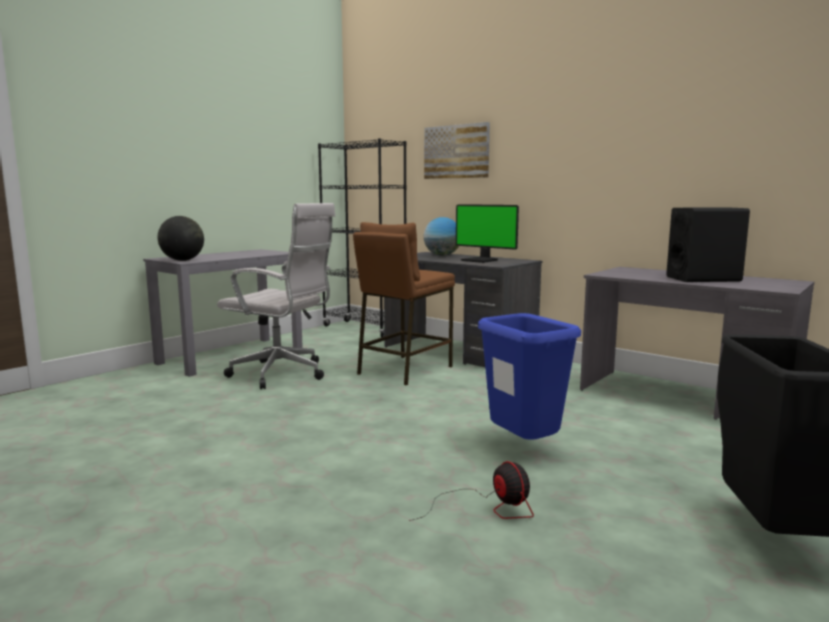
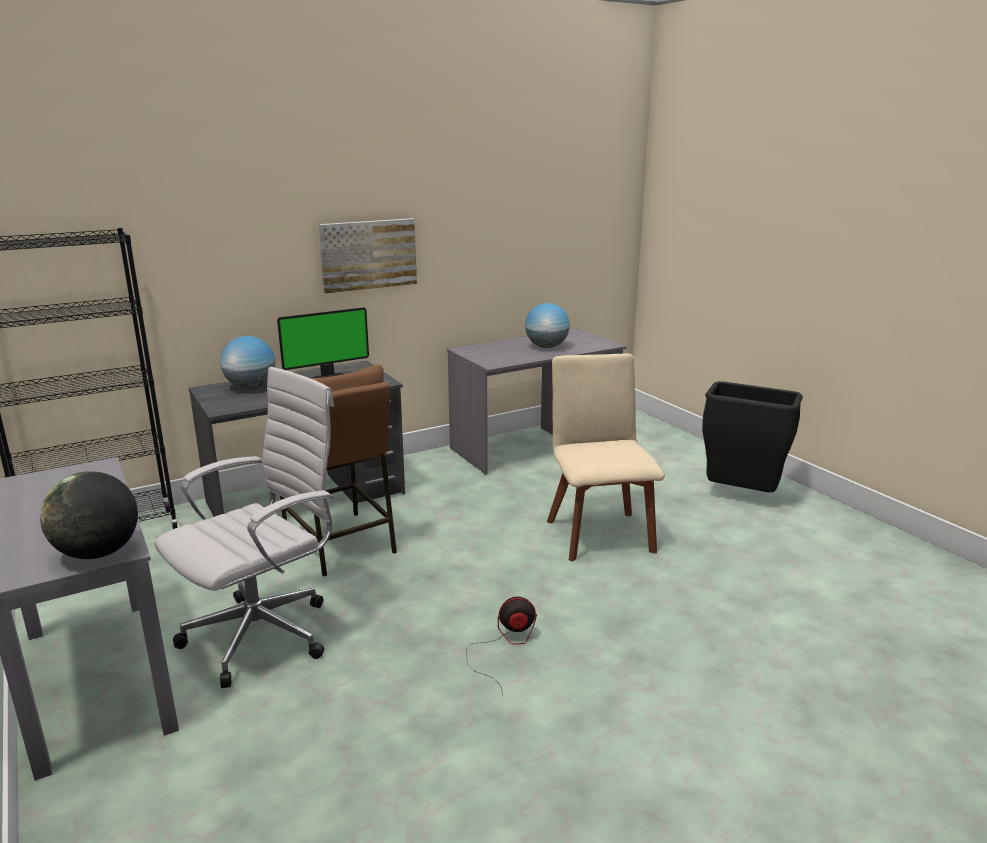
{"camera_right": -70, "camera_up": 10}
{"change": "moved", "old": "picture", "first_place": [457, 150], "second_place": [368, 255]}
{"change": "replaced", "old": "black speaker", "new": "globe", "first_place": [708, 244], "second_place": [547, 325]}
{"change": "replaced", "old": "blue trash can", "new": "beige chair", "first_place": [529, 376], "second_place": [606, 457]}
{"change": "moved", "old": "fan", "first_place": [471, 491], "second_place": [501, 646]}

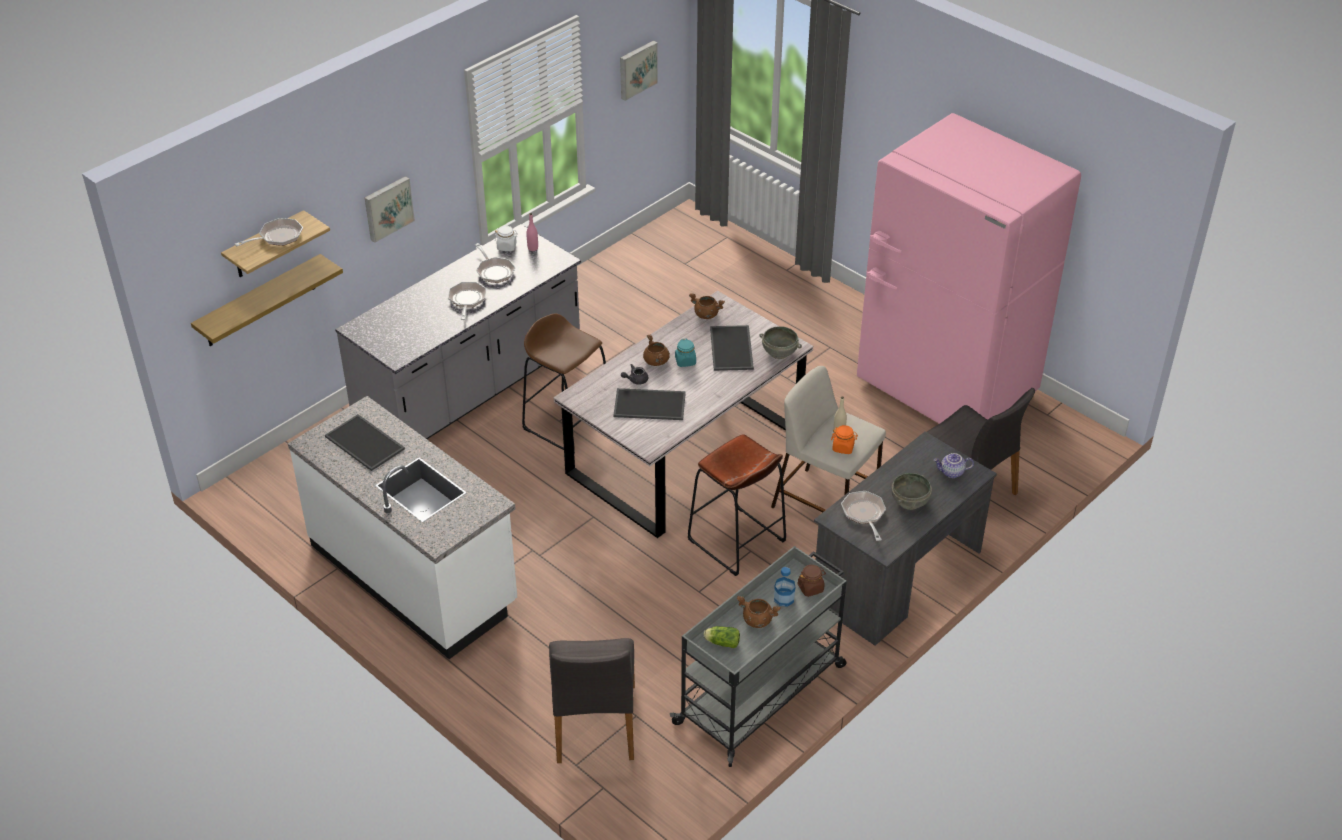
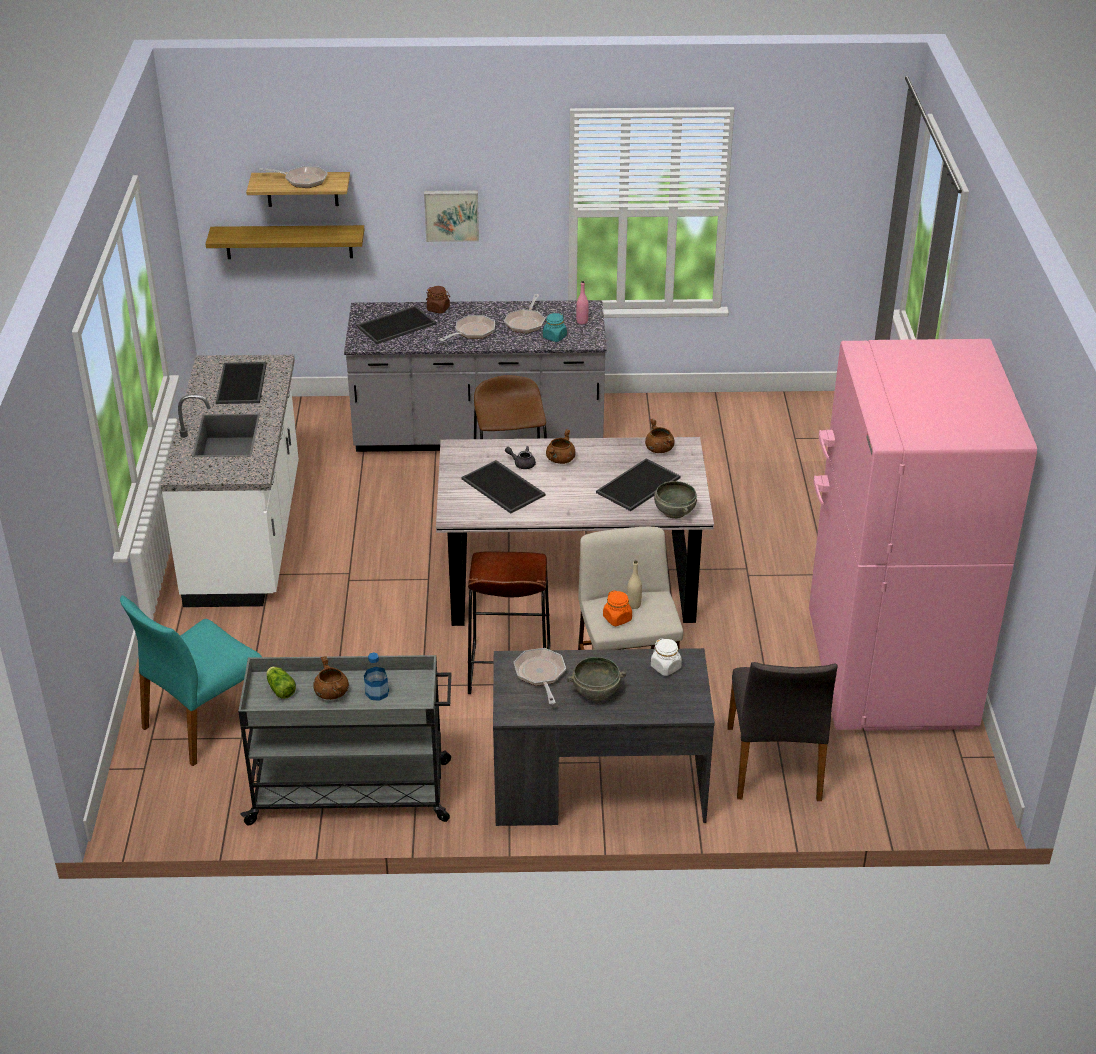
{"camera_right": 45, "camera_up": -5}
{"change": "removed", "old": "picture", "first_place": [639, 71]}
{"change": "moved", "old": "white jar", "first_place": [506, 238], "second_place": [666, 657]}
{"change": "moved", "old": "turquoise jar", "first_place": [685, 353], "second_place": [555, 327]}
{"change": "removed", "old": "teapot", "first_place": [954, 465]}
{"change": "turned", "old": "frying pan", "first_place": [863, 516], "second_place": [540, 676], "degrees": -45}
{"change": "moved", "old": "brown jar", "first_place": [812, 581], "second_place": [438, 299]}
{"change": "recoloured", "old": "grey chair", "new": "turquoise chair", "first_place": [592, 700], "second_place": [191, 680]}
{"change": "added", "new": "tray", "second_place": [396, 324]}

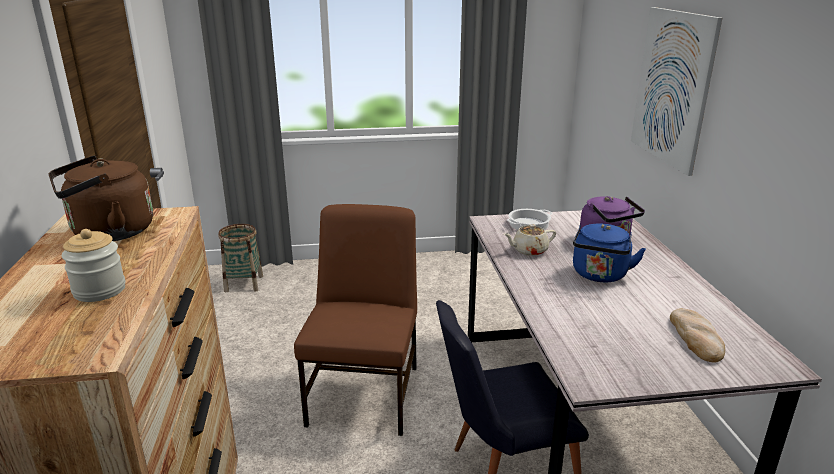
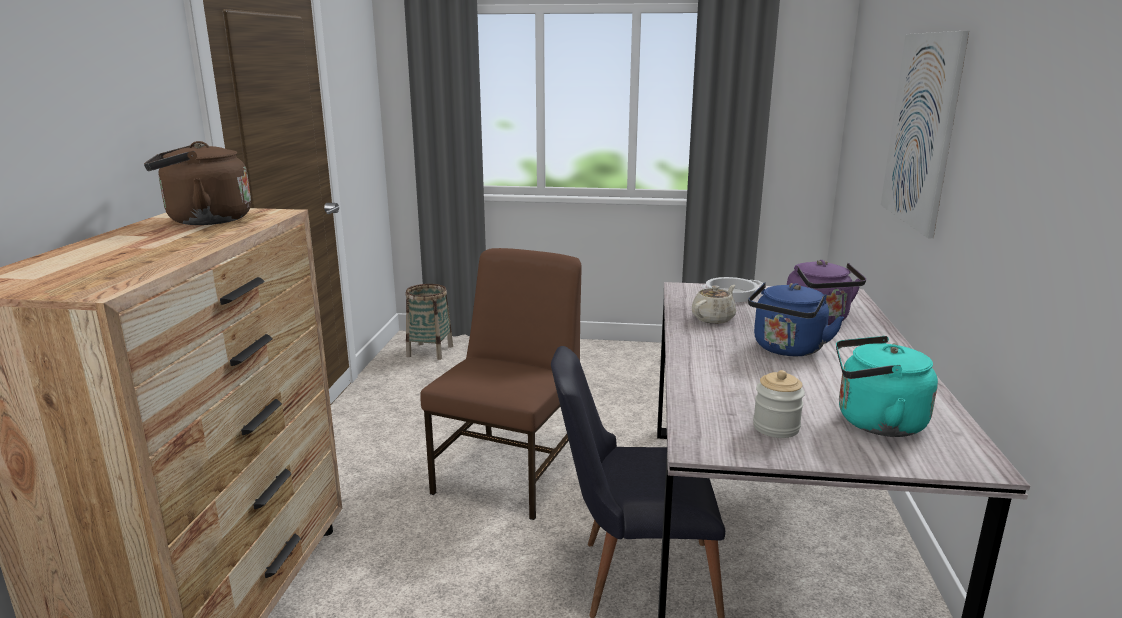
{"camera_right": 15, "camera_up": -5}
{"change": "turned", "old": "beige teapot", "first_place": [530, 240], "second_place": [714, 304], "degrees": 135}
{"change": "moved", "old": "jar", "first_place": [93, 265], "second_place": [779, 404]}
{"change": "replaced", "old": "bread", "new": "turquoise kettle", "first_place": [697, 335], "second_place": [887, 386]}

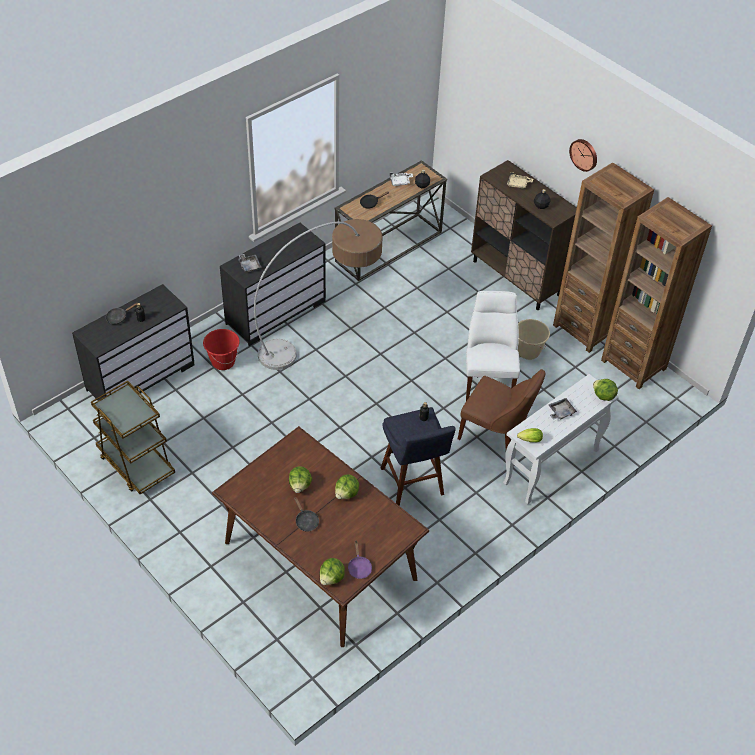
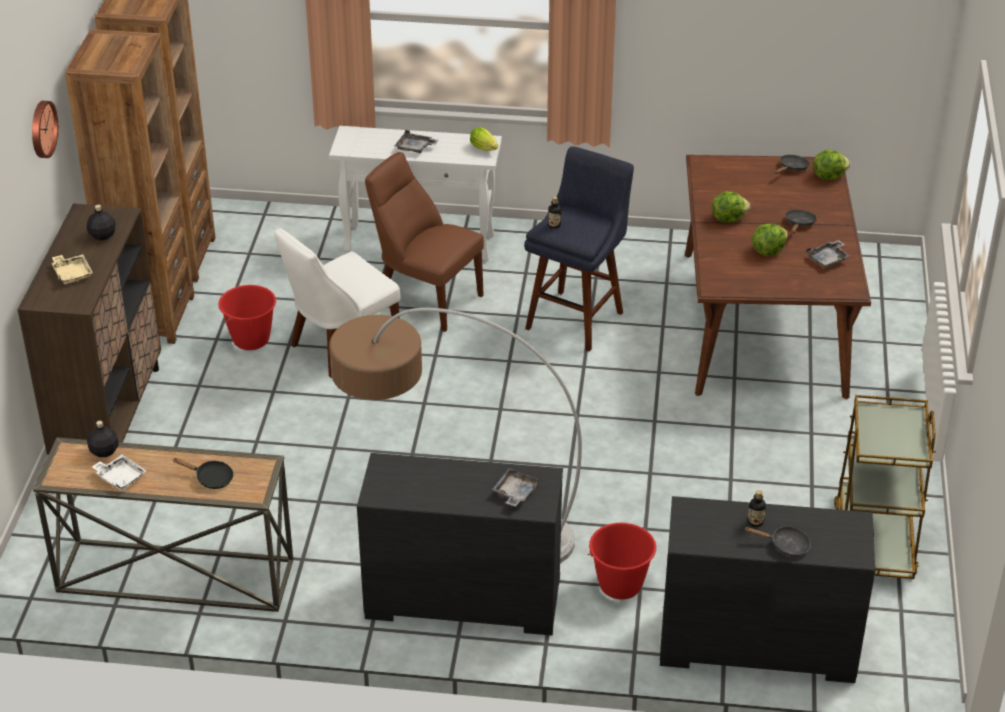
{"camera_right": -130, "camera_up": -10}
{"change": "recoloured", "old": "beige bucket", "new": "red bucket", "first_place": [534, 339], "second_place": [247, 317]}
{"change": "turned", "old": "brown chair", "first_place": [501, 409], "second_place": [424, 242], "degrees": -45}
{"change": "removed", "old": "lettuce", "first_place": [605, 390]}
{"change": "recoloured", "old": "purple frying pan", "new": "black frying pan", "first_place": [360, 560], "second_place": [792, 164]}
{"change": "added", "new": "grey tray", "second_place": [828, 254]}

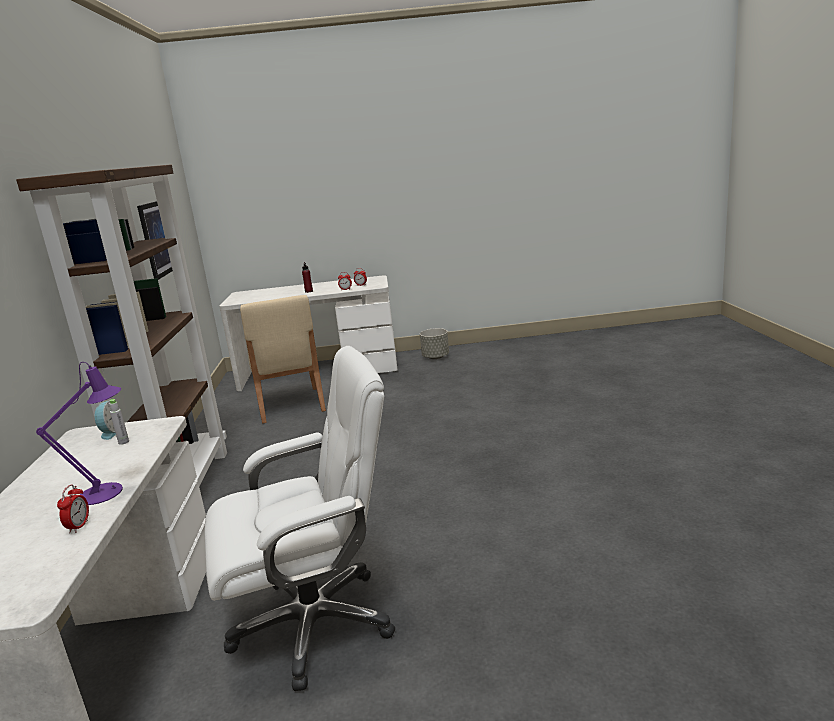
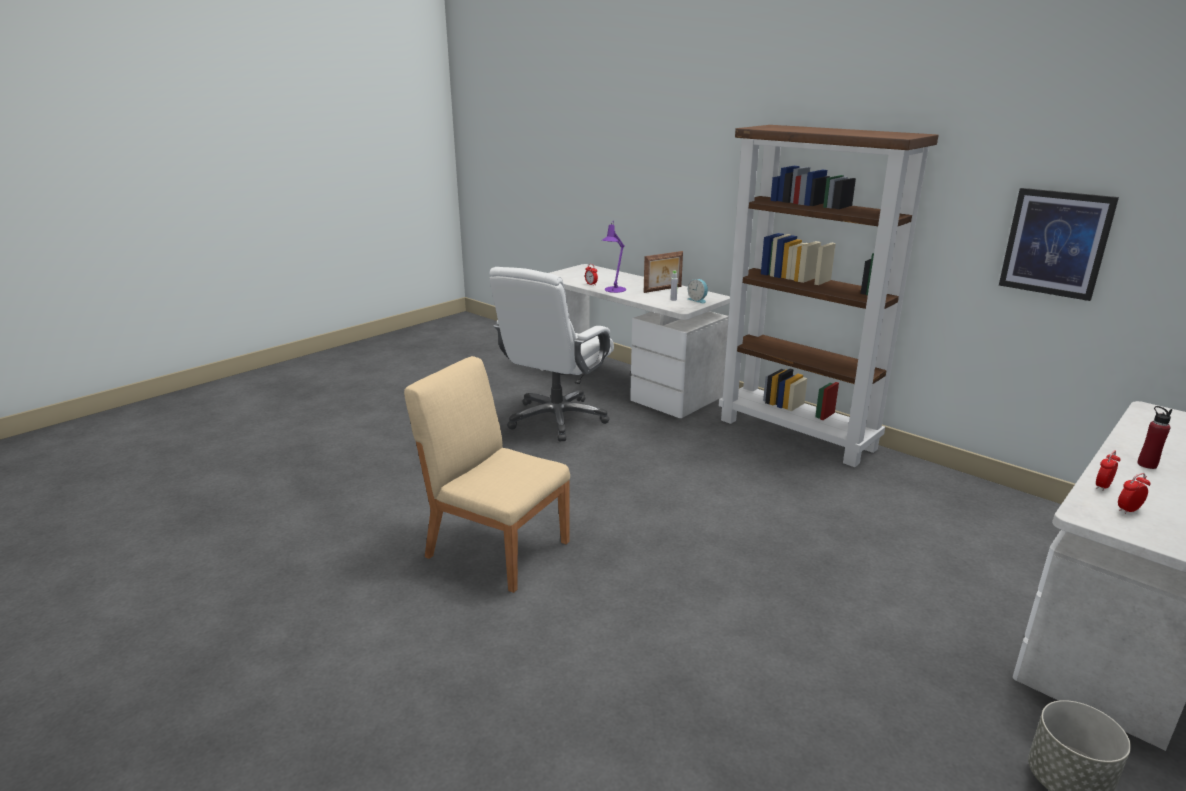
{"camera_right": 135, "camera_up": 5}
{"change": "moved", "old": "beige chair", "first_place": [283, 359], "second_place": [487, 474]}
{"change": "added", "new": "picture frame", "second_place": [663, 272]}

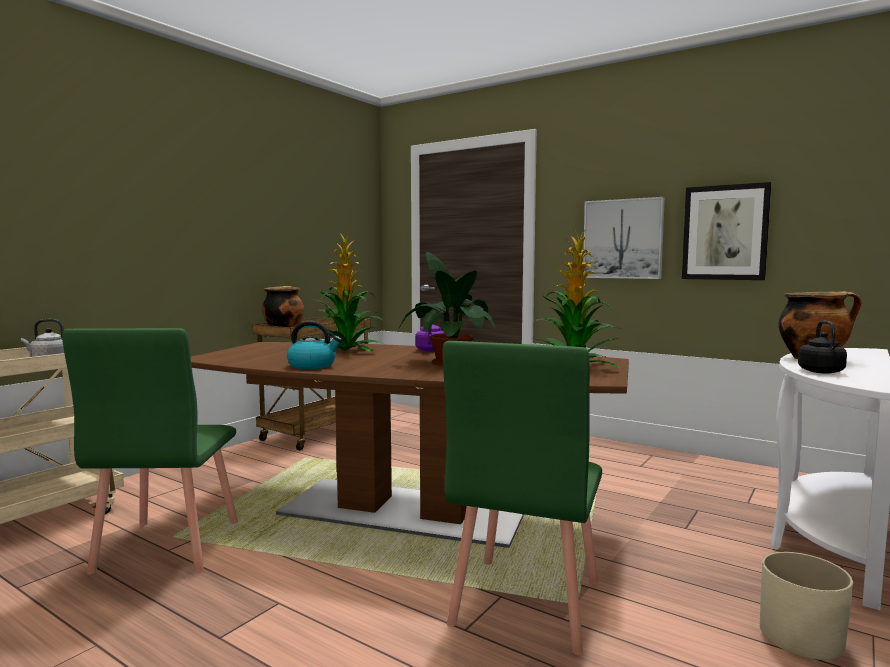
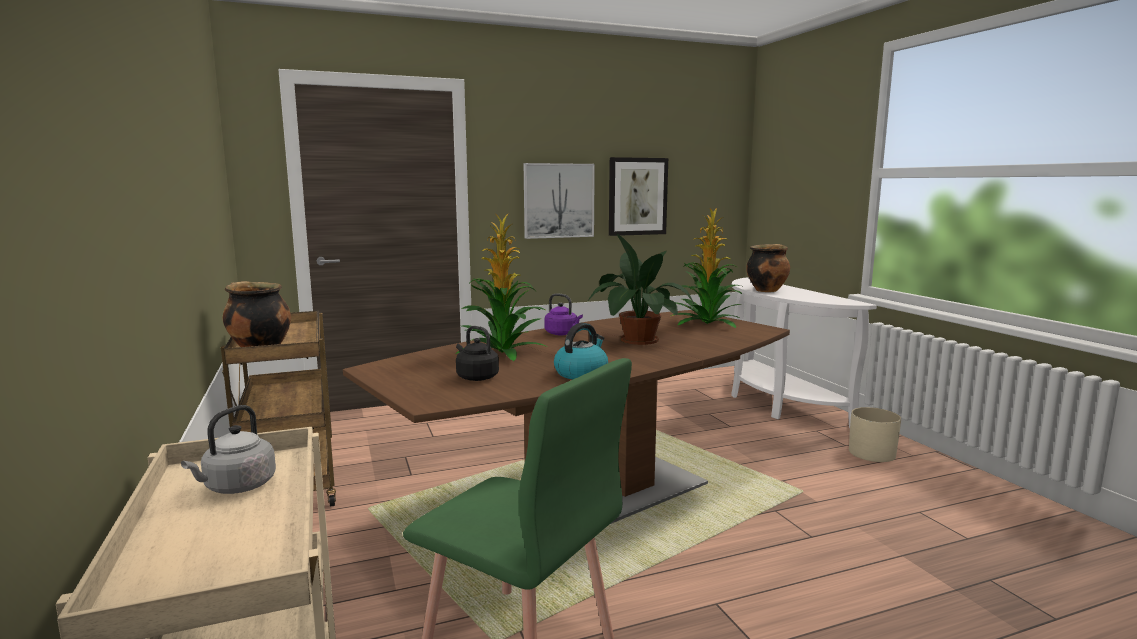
{"camera_right": -55, "camera_up": 5}
{"change": "moved", "old": "black kettle", "first_place": [822, 347], "second_place": [477, 353]}
{"change": "removed", "old": "green chair", "first_place": [522, 498]}

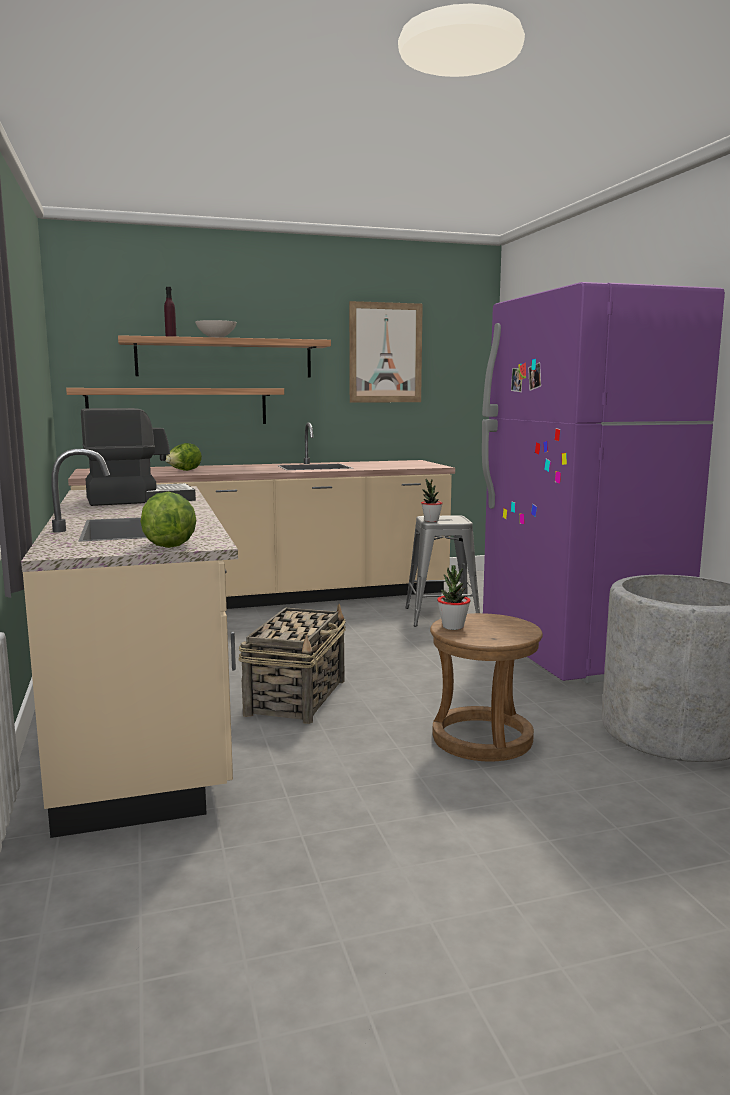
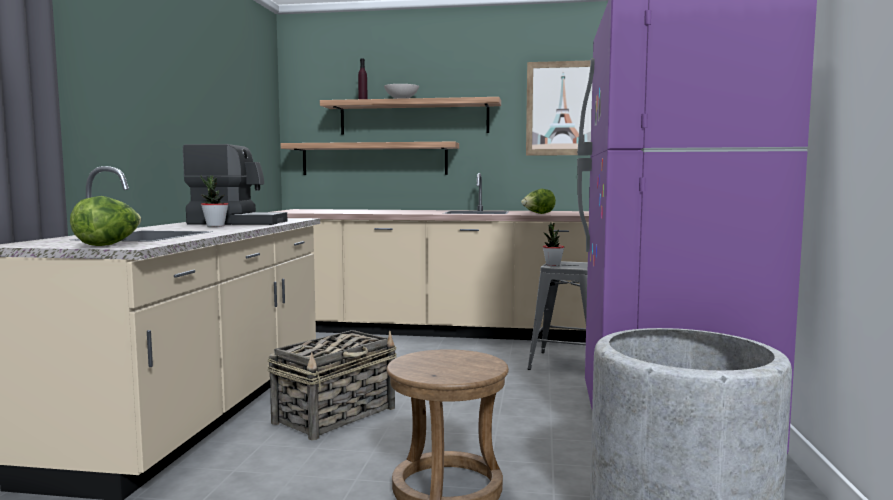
{"camera_right": 25, "camera_up": -5}
{"change": "moved", "old": "lettuce", "first_place": [184, 457], "second_place": [538, 201]}
{"change": "moved", "old": "potted plant", "first_place": [454, 597], "second_place": [214, 201]}

